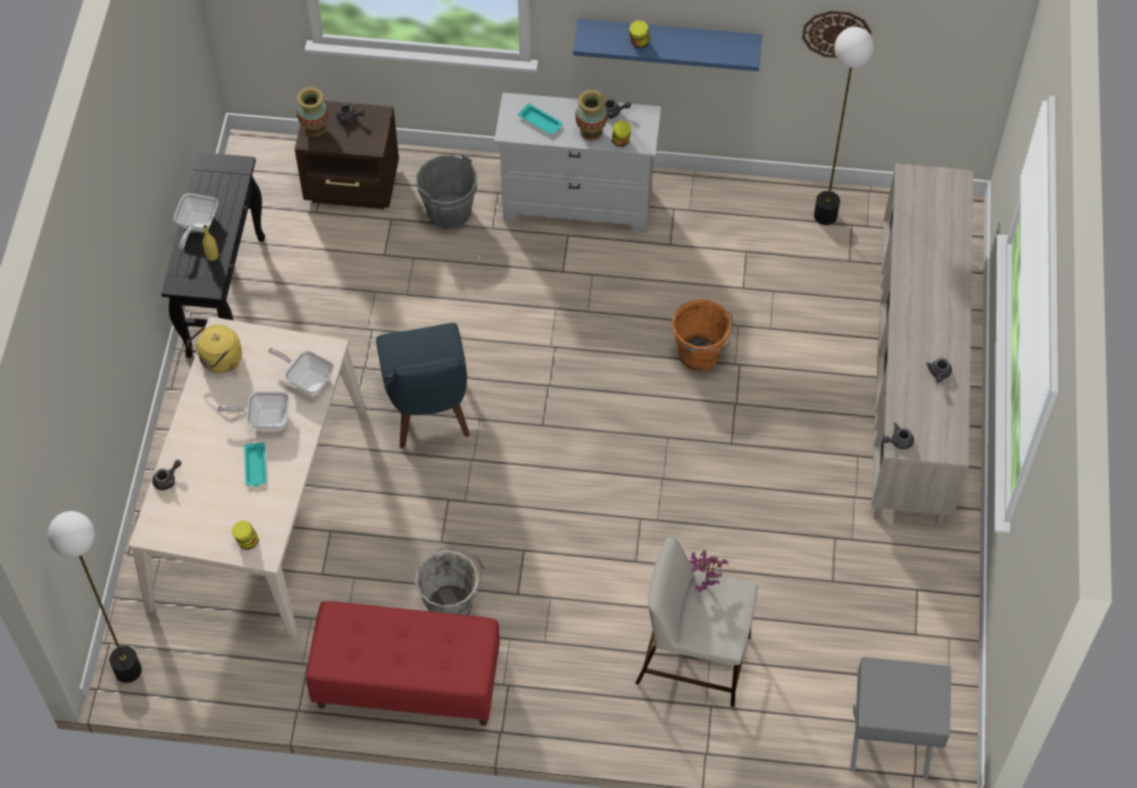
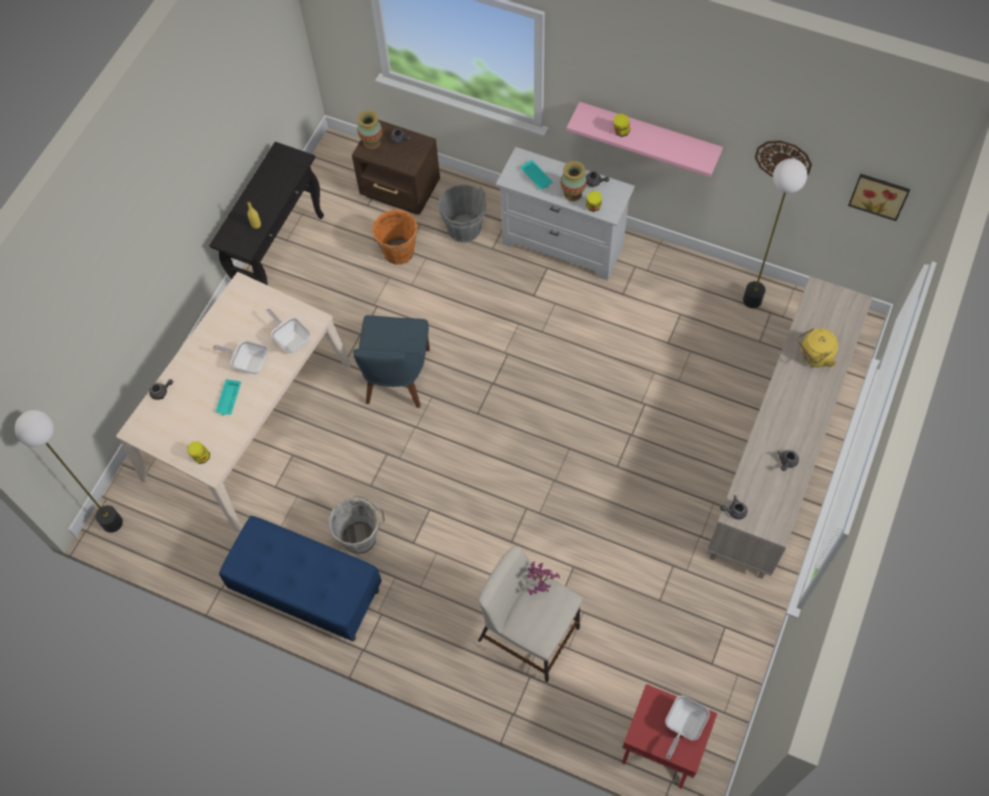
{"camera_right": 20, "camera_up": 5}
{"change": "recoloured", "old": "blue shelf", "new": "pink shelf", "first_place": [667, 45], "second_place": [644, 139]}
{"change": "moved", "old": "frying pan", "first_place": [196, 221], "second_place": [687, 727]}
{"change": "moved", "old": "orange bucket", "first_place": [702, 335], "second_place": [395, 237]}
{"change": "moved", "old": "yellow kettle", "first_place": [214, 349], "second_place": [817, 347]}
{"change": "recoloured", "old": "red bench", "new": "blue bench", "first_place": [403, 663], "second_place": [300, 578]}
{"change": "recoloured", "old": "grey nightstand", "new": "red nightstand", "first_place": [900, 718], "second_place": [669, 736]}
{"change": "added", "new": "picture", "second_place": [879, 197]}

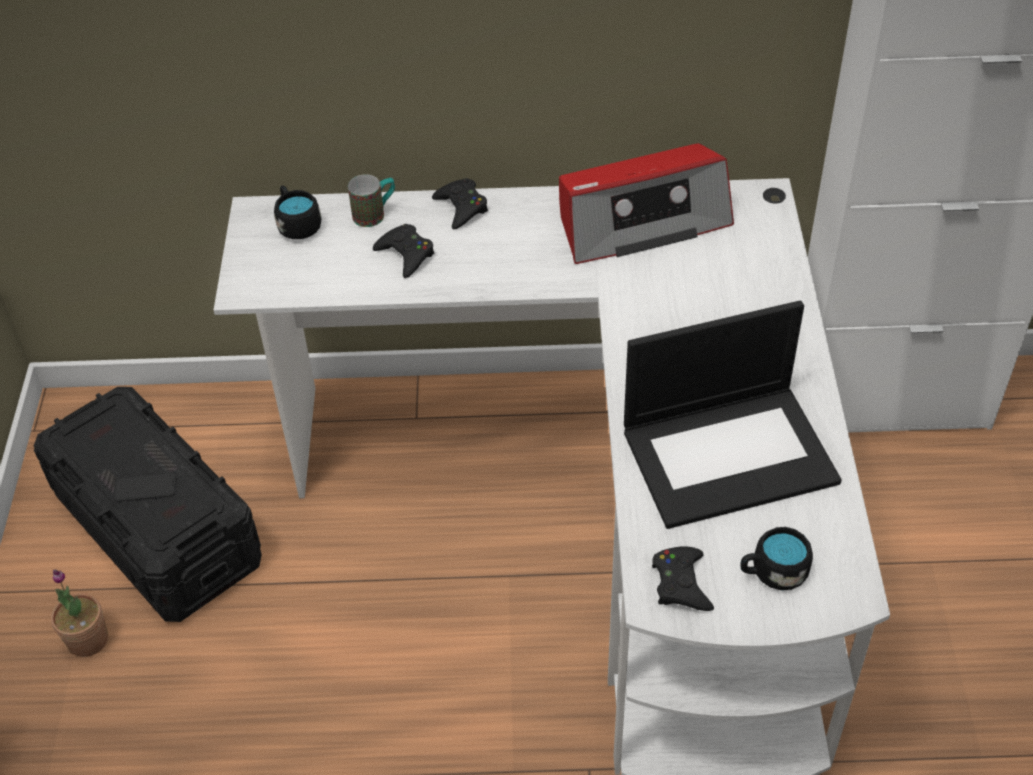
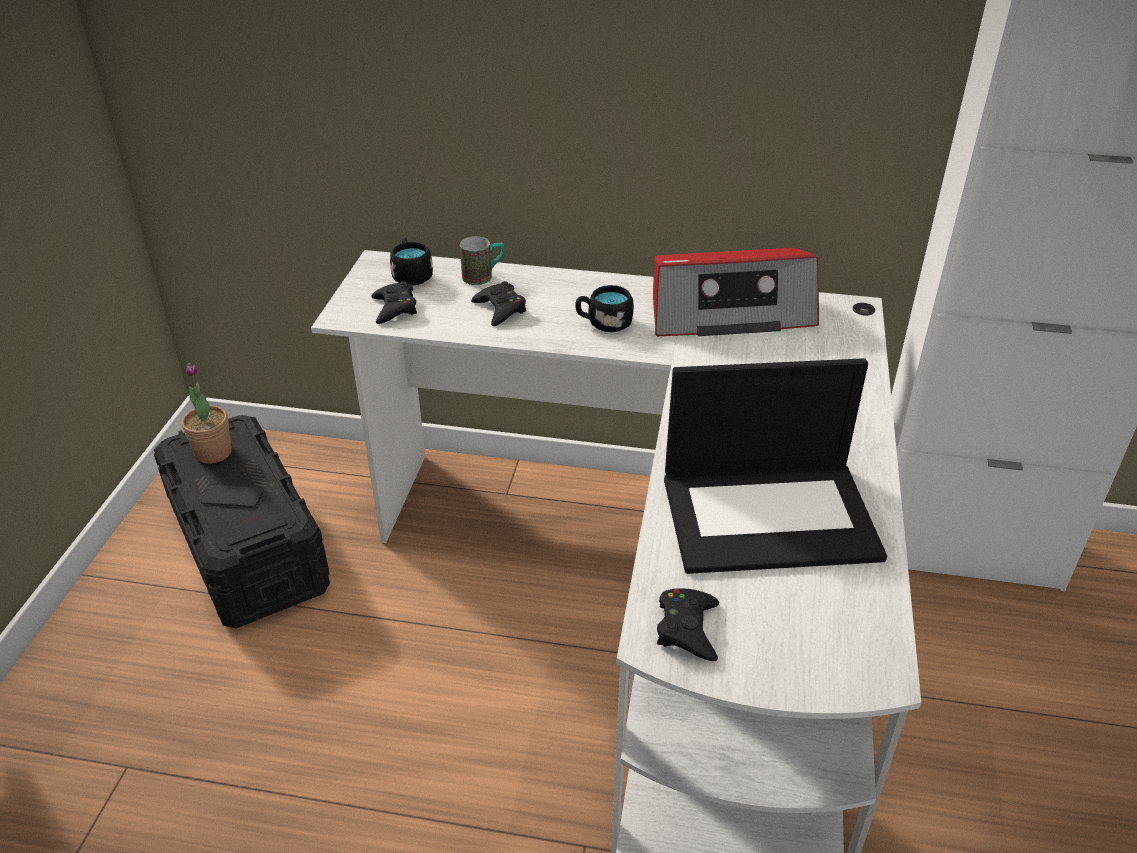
{"camera_right": 10, "camera_up": -10}
{"change": "moved", "old": "black game controller", "first_place": [460, 203], "second_place": [394, 302]}
{"change": "moved", "old": "black mug", "first_place": [776, 558], "second_place": [604, 308]}
{"change": "moved", "old": "potted plant", "first_place": [79, 613], "second_place": [207, 413]}

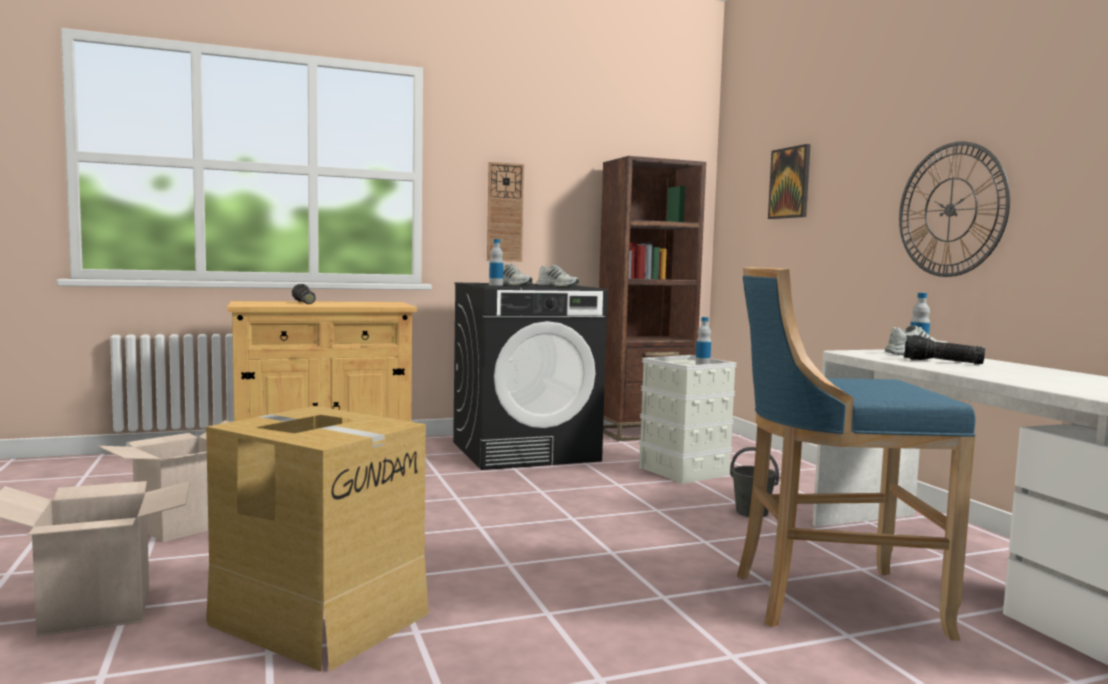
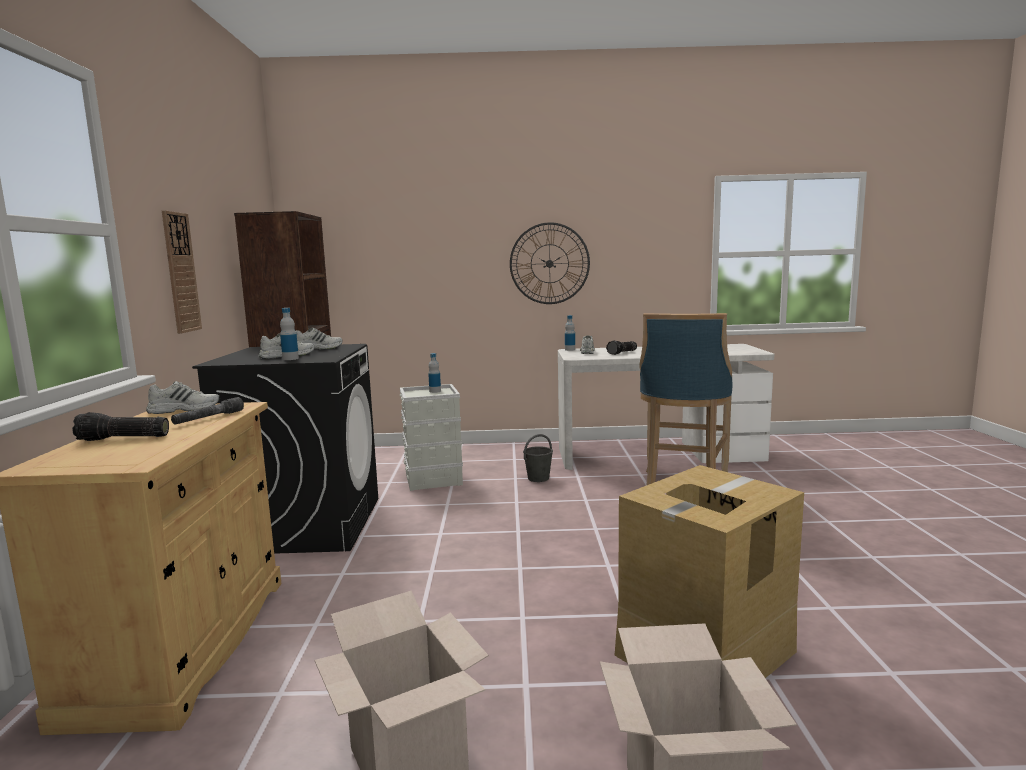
{"camera_right": -70, "camera_up": 5}
{"change": "removed", "old": "picture", "first_place": [789, 181]}
{"change": "added", "new": "white shoe", "second_place": [183, 397]}
{"change": "added", "new": "grey flashlight", "second_place": [207, 411]}

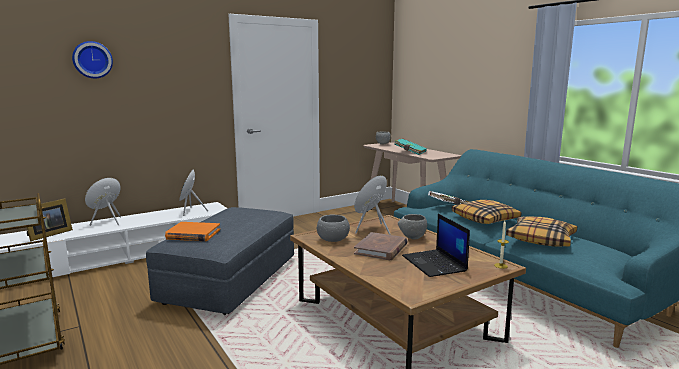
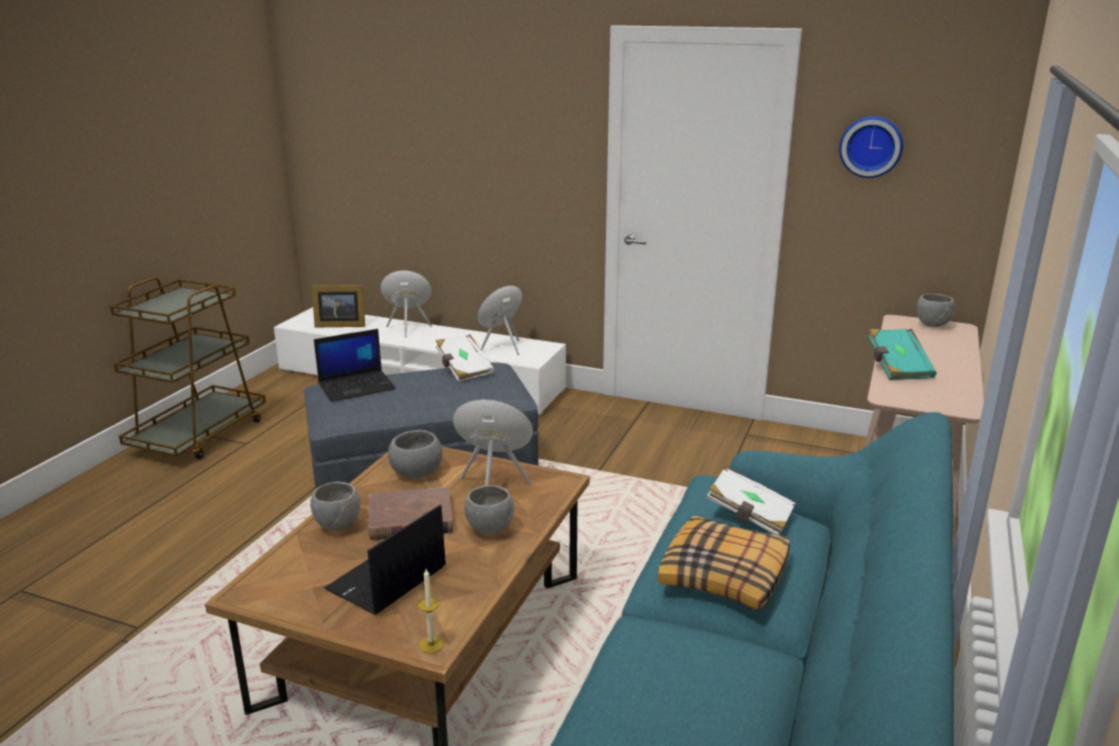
{"camera_right": 55, "camera_up": 10}
{"change": "moved", "old": "wall clock", "first_place": [92, 59], "second_place": [871, 147]}
{"change": "removed", "old": "pillow", "first_place": [541, 231]}
{"change": "replaced", "old": "orange book", "new": "laptop", "first_place": [192, 231], "second_place": [355, 365]}
{"change": "added", "new": "white book", "second_place": [465, 358]}
{"change": "added", "new": "grey bowl", "second_place": [335, 506]}

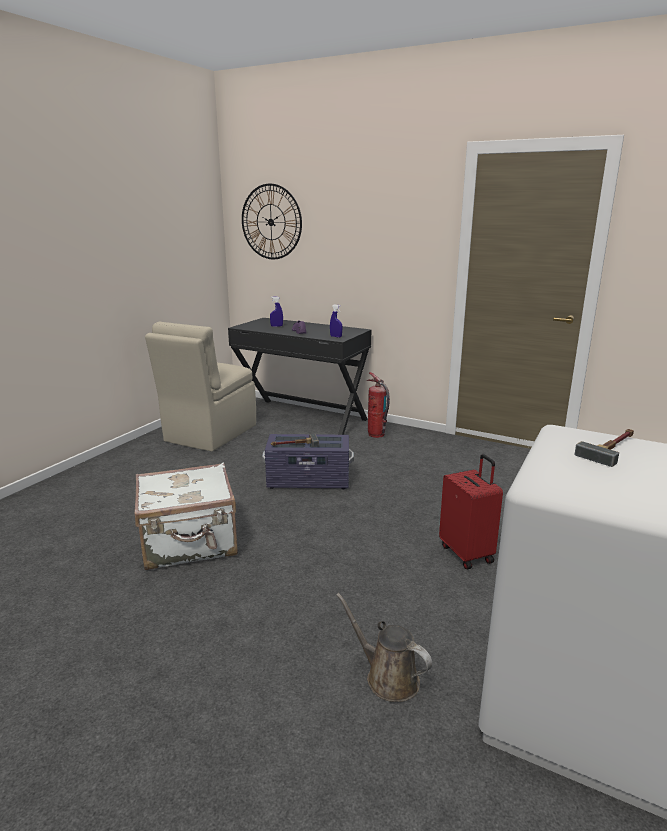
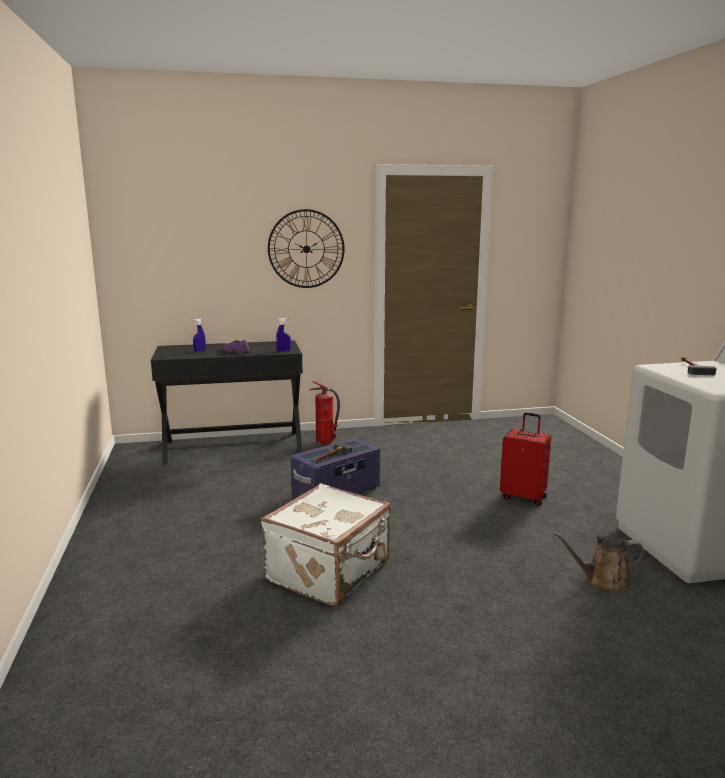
{"camera_right": -40, "camera_up": -5}
{"change": "moved", "old": "wall clock", "first_place": [272, 221], "second_place": [306, 248]}
{"change": "removed", "old": "beige chair", "first_place": [200, 387]}

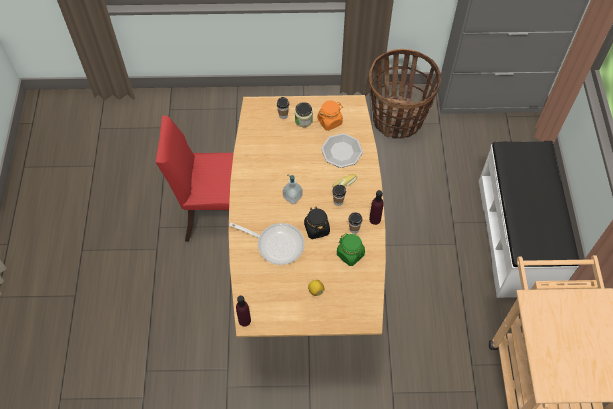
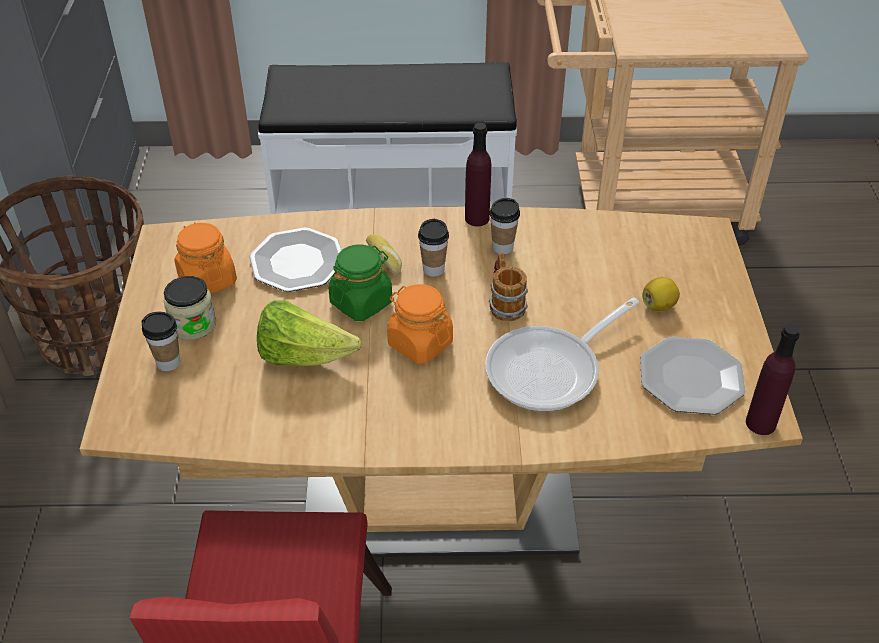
{"camera_right": -90, "camera_up": -15}
{"change": "replaced", "old": "soap dispenser", "new": "orange jar", "first_place": [293, 189], "second_place": [420, 324]}
{"change": "replaced", "old": "black jar", "new": "mug", "first_place": [317, 223], "second_place": [508, 286]}
{"change": "turned", "old": "frying pan", "first_place": [267, 244], "second_place": [562, 354], "degrees": -150}
{"change": "moved", "old": "green jar", "first_place": [351, 249], "second_place": [360, 283]}
{"change": "added", "new": "lettuce", "second_place": [309, 333]}
{"change": "added", "new": "plate", "second_place": [693, 376]}

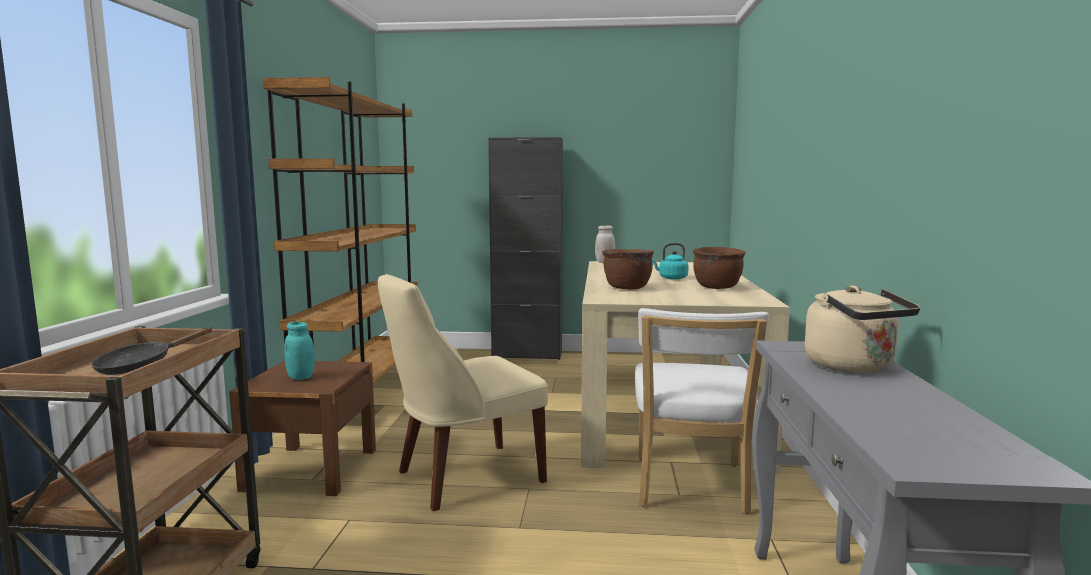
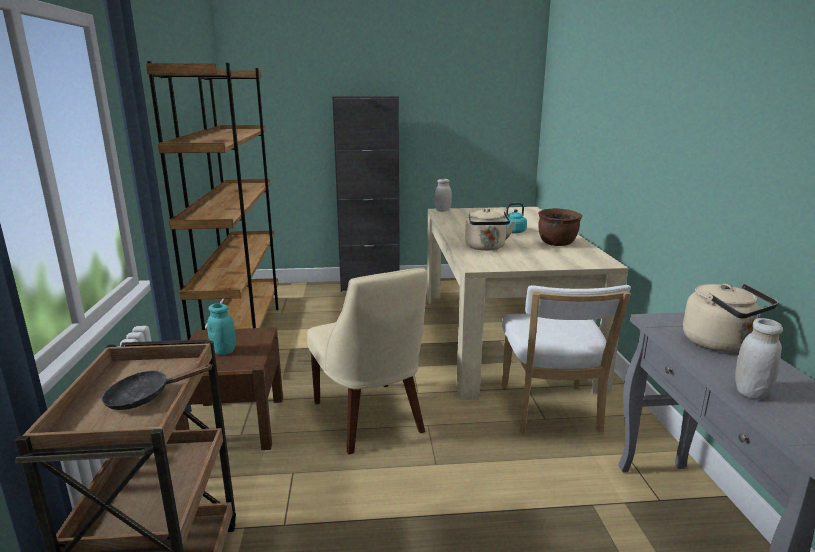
{"camera_right": -10, "camera_up": 10}
{"change": "replaced", "old": "brown cooking pot", "new": "beige kettle", "first_place": [628, 269], "second_place": [490, 229]}
{"change": "turned", "old": "beige chair", "first_place": [463, 392], "second_place": [367, 361], "degrees": -75}
{"change": "turned", "old": "black frying pan", "first_place": [152, 351], "second_place": [157, 387], "degrees": 45}
{"change": "added", "new": "white jar", "second_place": [759, 359]}

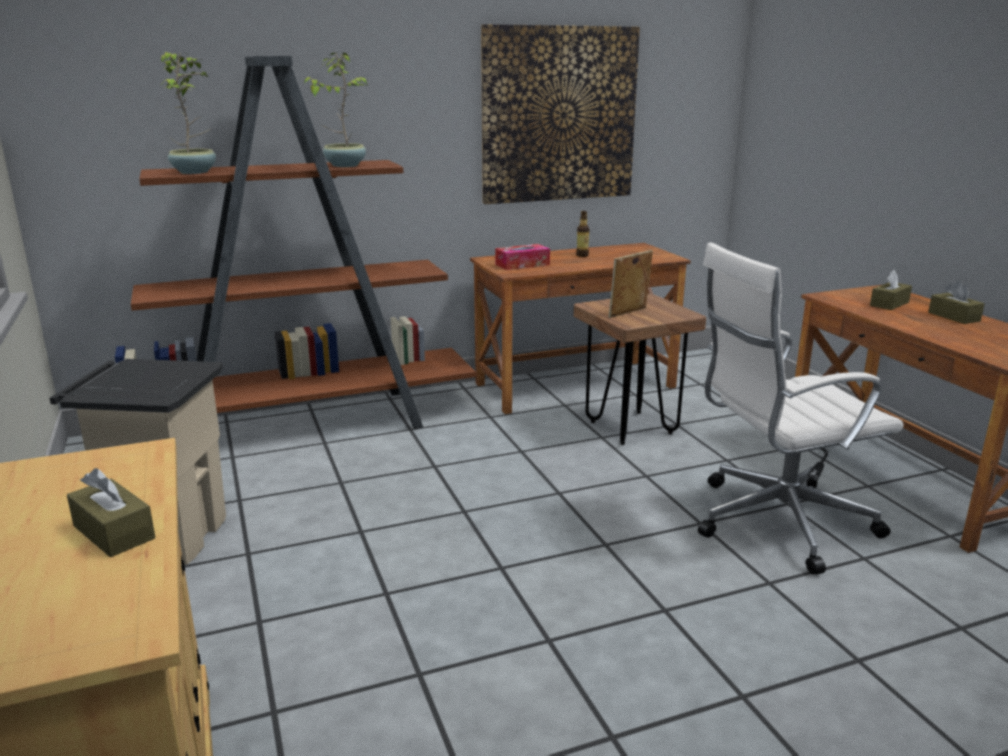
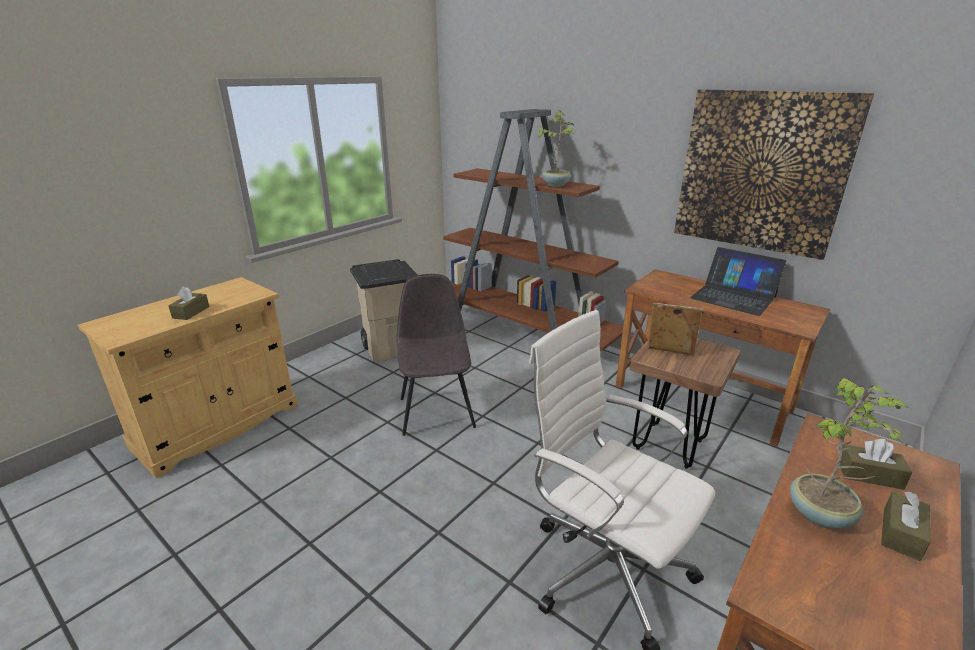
{"camera_right": 60, "camera_up": 5}
{"change": "moved", "old": "potted plant", "first_place": [188, 113], "second_place": [850, 453]}
{"change": "replaced", "old": "bottle", "new": "laptop", "first_place": [582, 234], "second_place": [738, 281]}
{"change": "removed", "old": "tissue box", "first_place": [522, 257]}
{"change": "added", "new": "grey chair", "second_place": [436, 355]}

